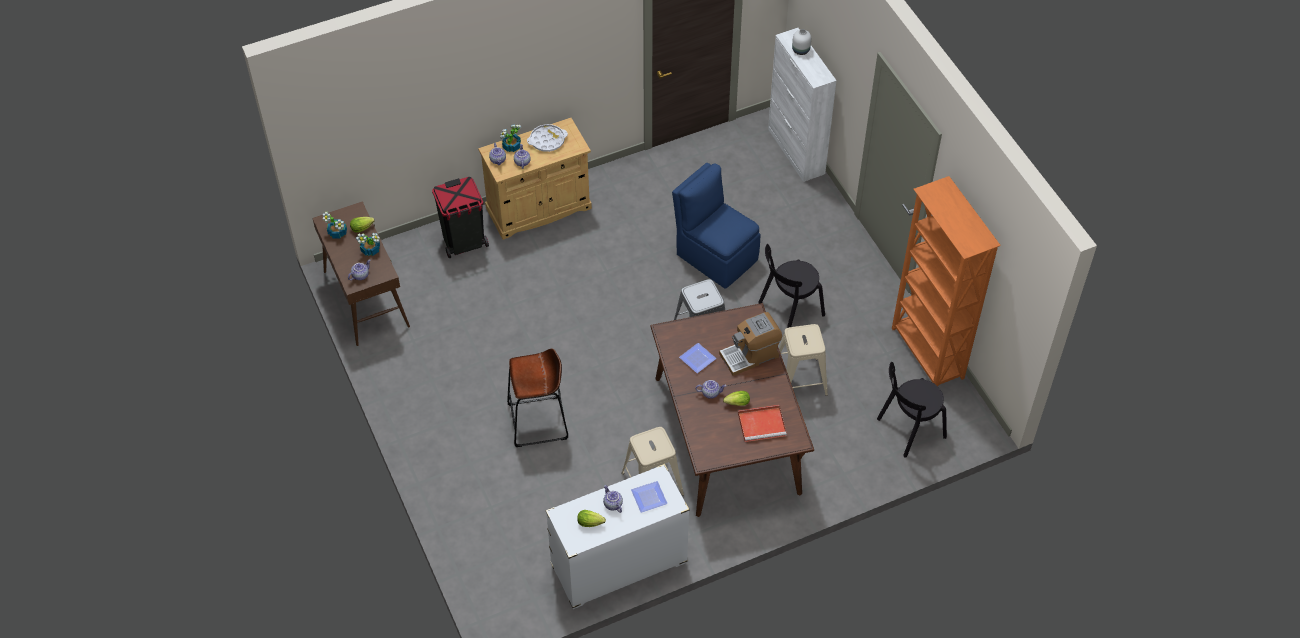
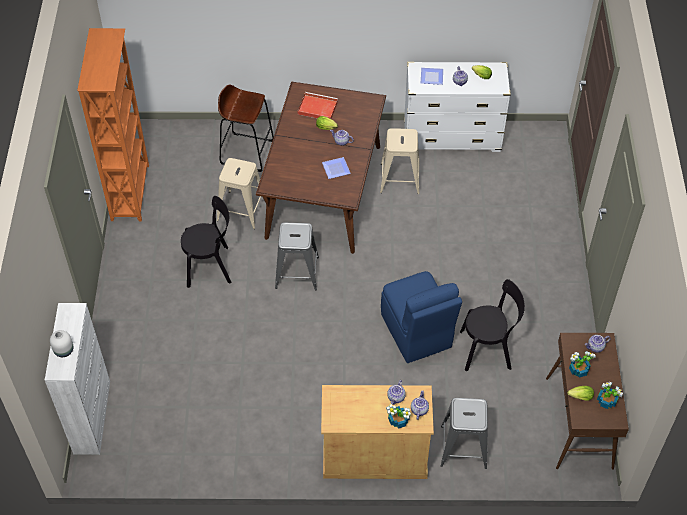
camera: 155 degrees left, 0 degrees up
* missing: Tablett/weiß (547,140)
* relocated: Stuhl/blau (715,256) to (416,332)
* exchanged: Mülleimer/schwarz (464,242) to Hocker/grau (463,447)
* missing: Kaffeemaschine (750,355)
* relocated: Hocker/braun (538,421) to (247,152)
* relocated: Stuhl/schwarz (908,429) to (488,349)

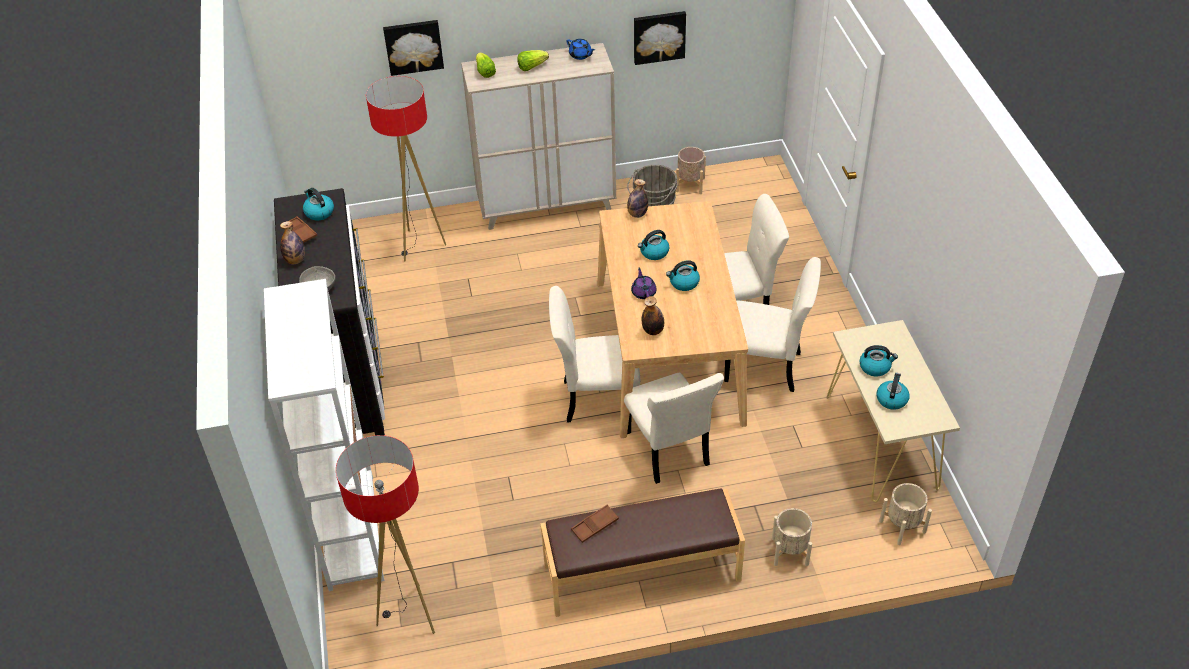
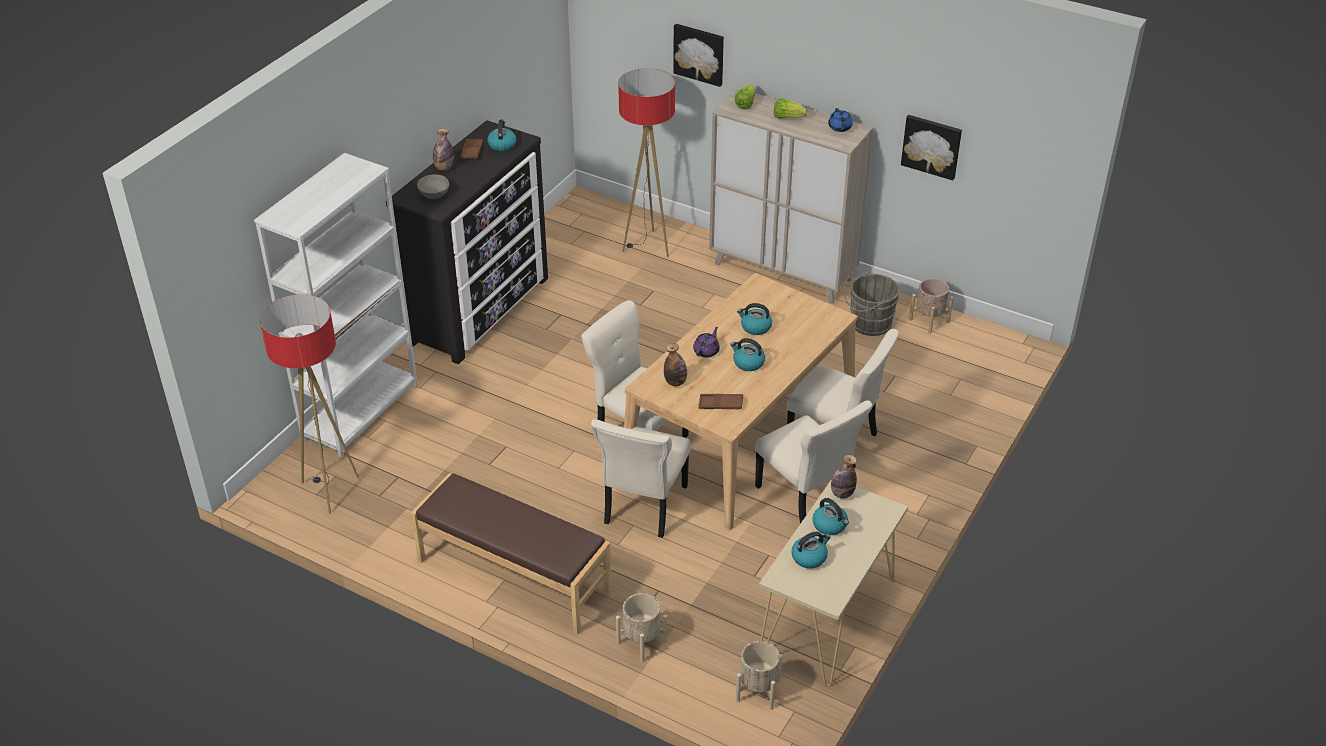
camera: 40 degrees right, 5 degrees down
* relocated: Flasche (637,214) to (842,494)
* relocated: Tablett/braun (595,526) to (720,404)

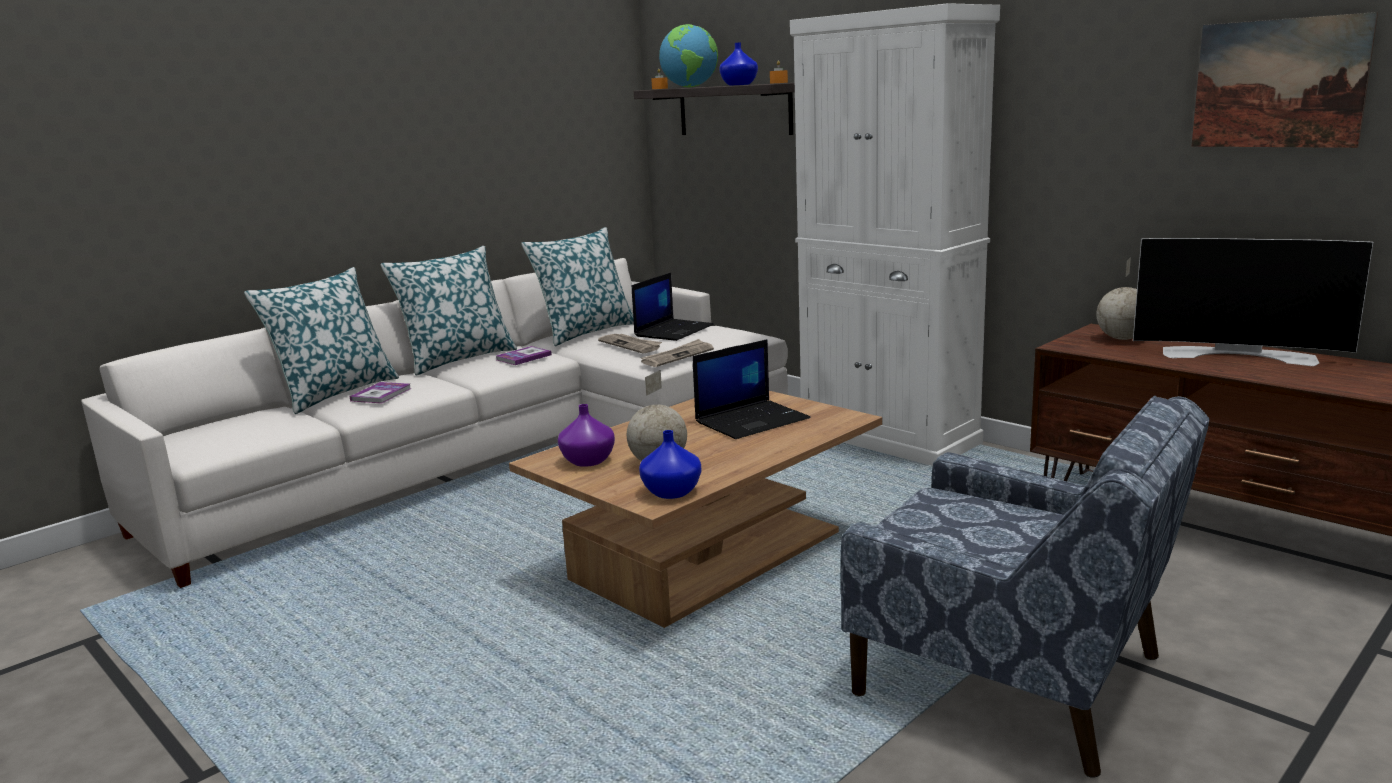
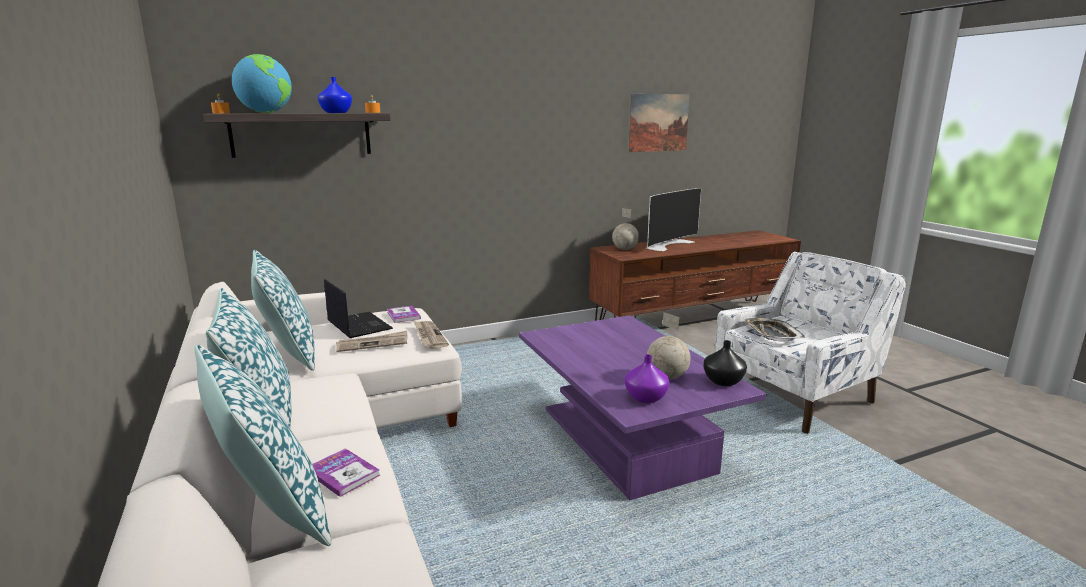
camera: 70 degrees left, 0 degrees up
* missing: Schrank/weiß (888,438)
* missing: Laptop (752,420)
* relocated: Buch (523,357) to (403,315)
* colour: Couchtisch/braun (708,556) to Couchtisch/lila (624,439)
* colour: Sessel/blau (1013,679) to Sessel/weiß (795,396)
* colour: Vase/blau (671,492) to Vase/schwarz (724,381)
* appeared: Tablett (772,334)

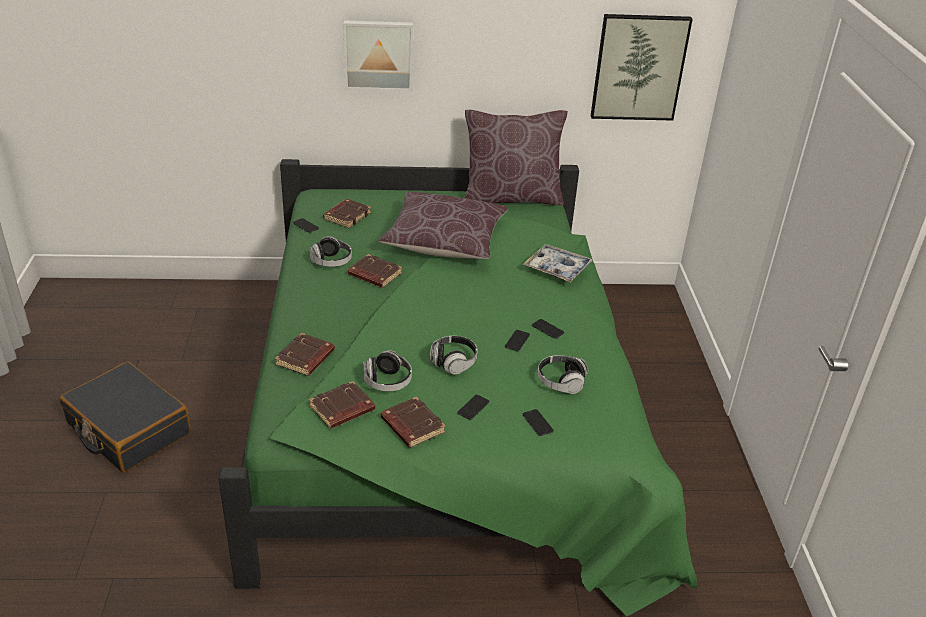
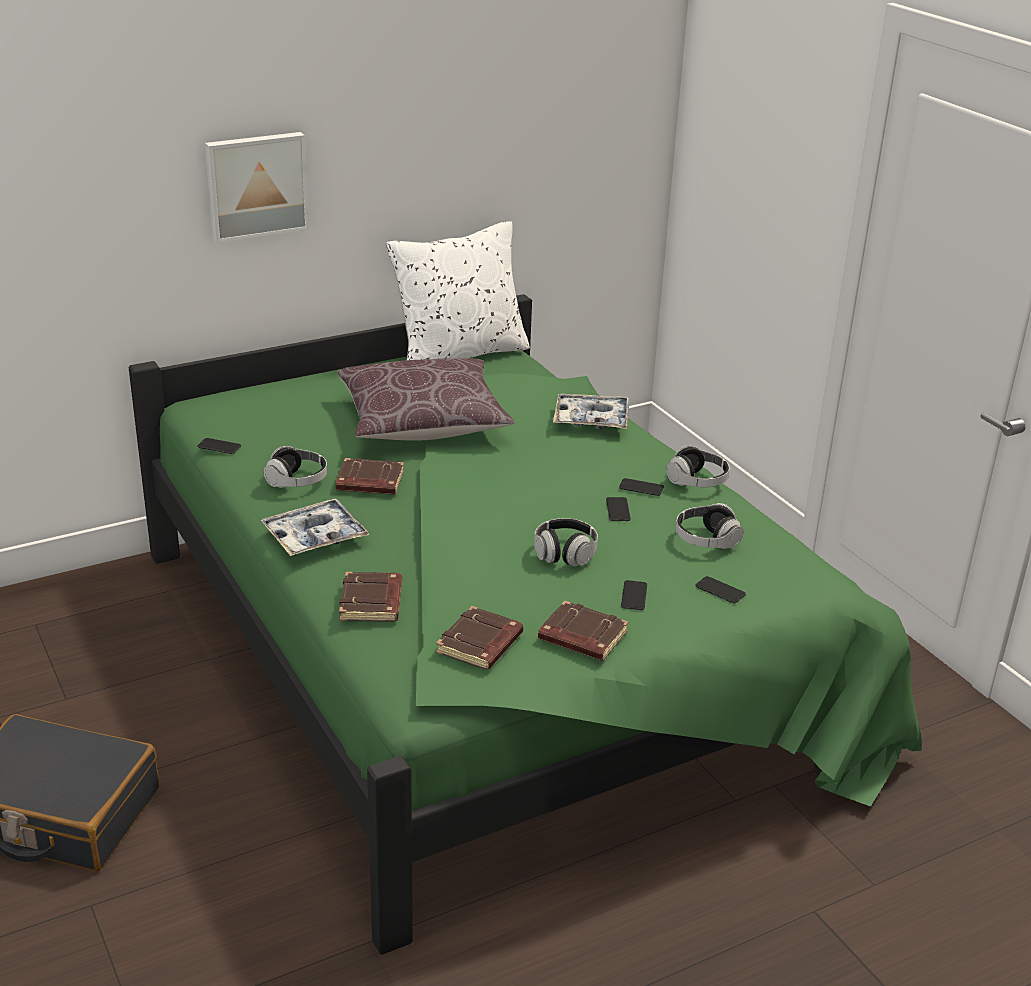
camera: 25 degrees left, 5 degrees down
* missing: Bild (639,67)
* colour: Kissen/braun (511,198) to Kissen/weiß (459,353)
* missing: Buch/braun (347,216)
* relocated: Kopfhörer (387,382) to (697,481)
* appeared: Tablett (315,537)

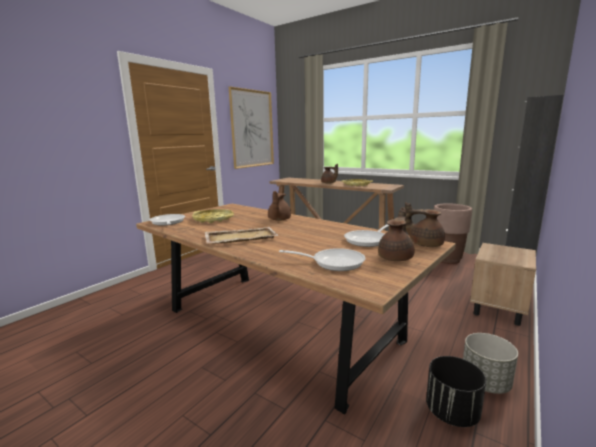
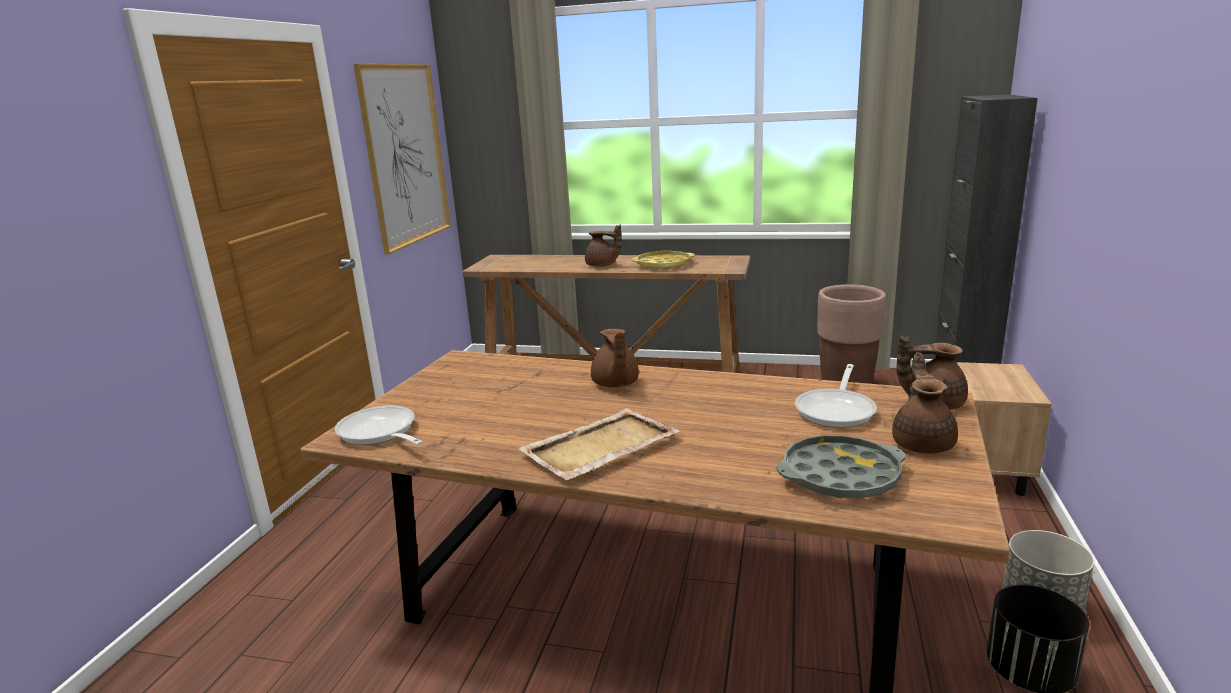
camera: 20 degrees left, 5 degrees up
* missing: Tablett/gelb (213,219)
* exchanged: Pfanne (333,262) to Tablett/grau (840,476)

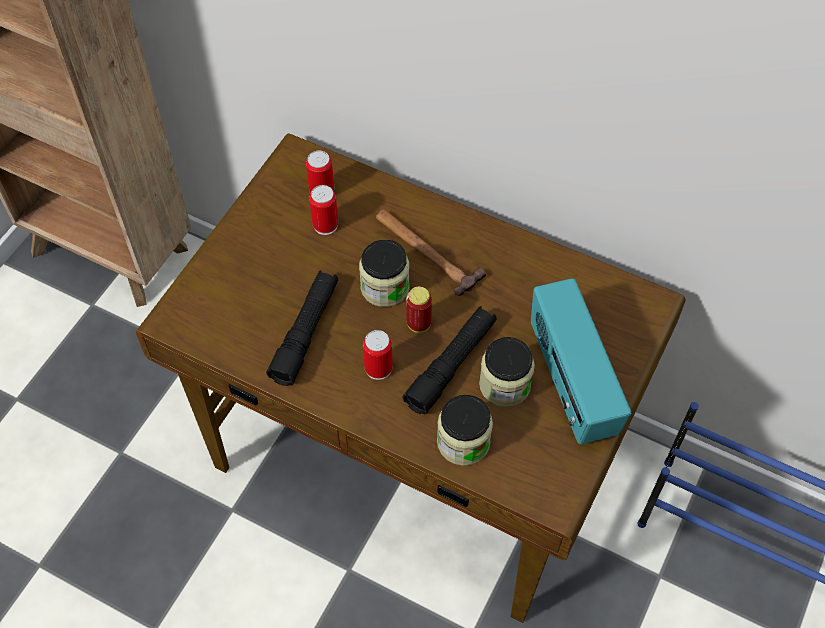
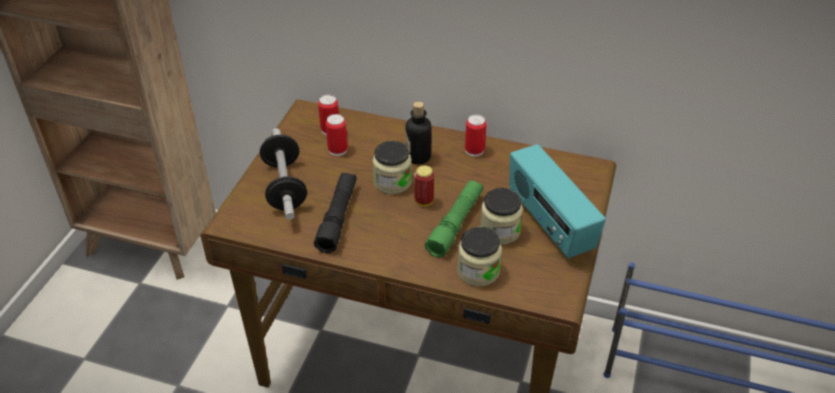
camera: 10 degrees left, 15 degrees down
* exchanged: Hammer (426,252) to Flasche (418,157)
* colour: Taschenlampe/schwarz (451,365) to Taschenlampe/grün (455,224)
* relocated: Dose (378,368) to (474,150)
* appeared: Hantel (284,186)

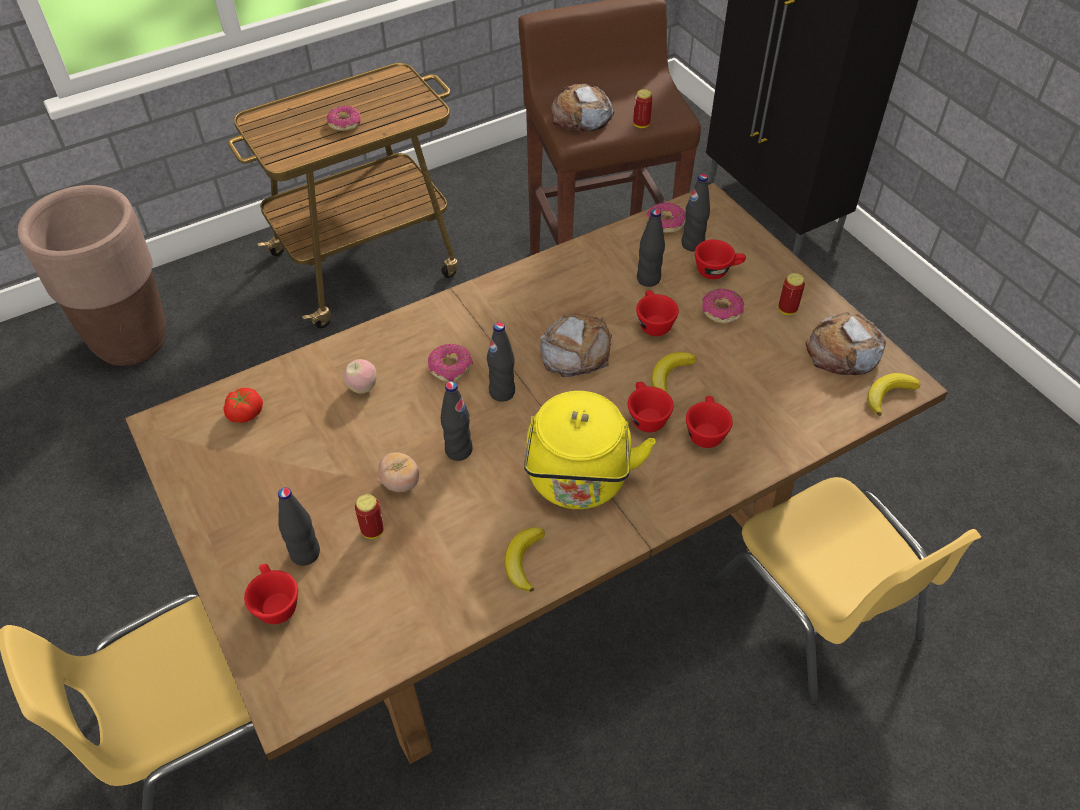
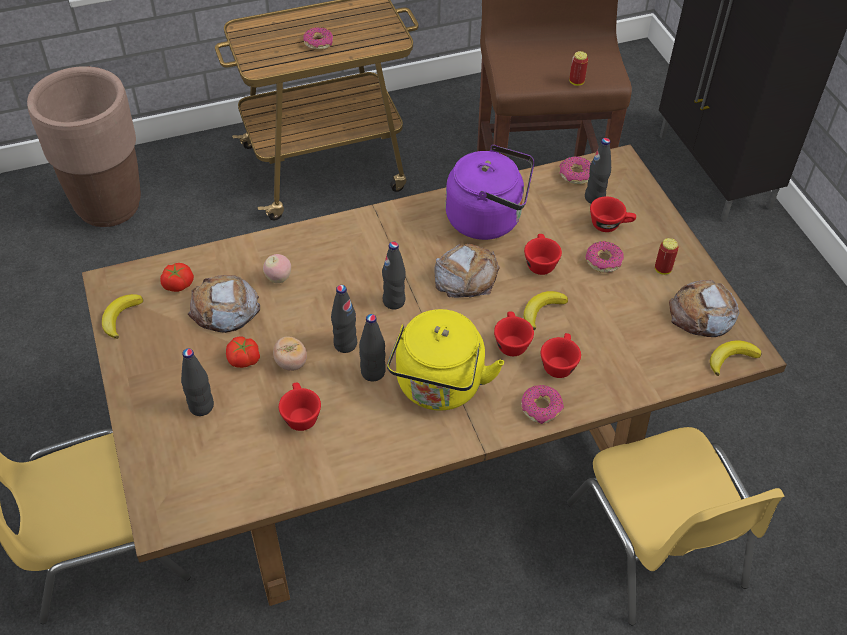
camera: 10 degrees right, 0 degrees up
* relocated: Brot (581,116) to (224,308)
* relocated: Flasche/schwarz (648,279) to (373,372)
* relocated: Donut (450,367) to (541,408)
* missing: Dose (373,530)
* relocated: Banane (523,561) to (120,317)
* relocated: Tasse/rot (275,603) to (300,415)
* appeared: Wasserkessel/lila (488,219)
* appeared: Tomate (244,359)

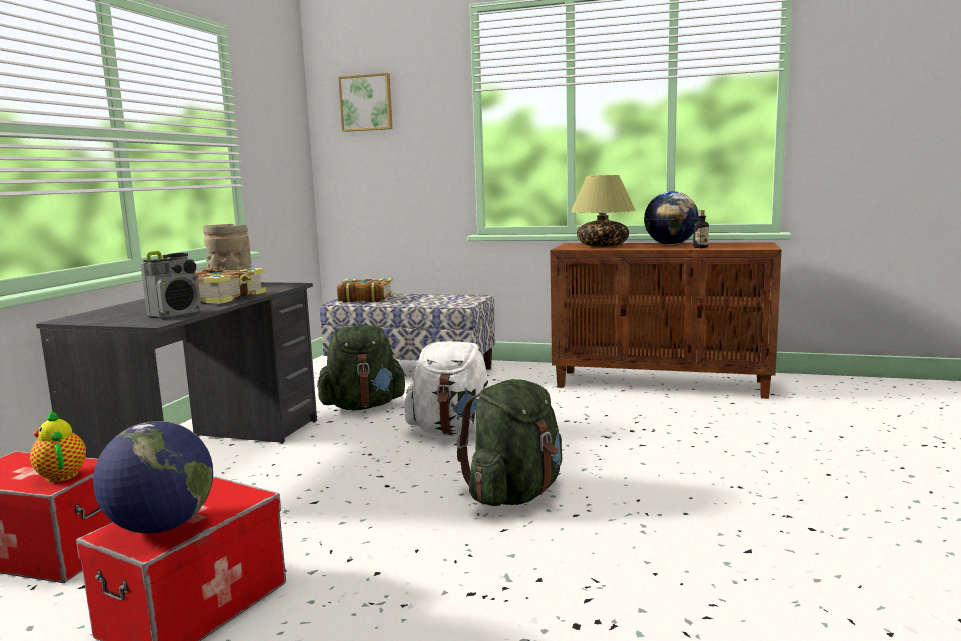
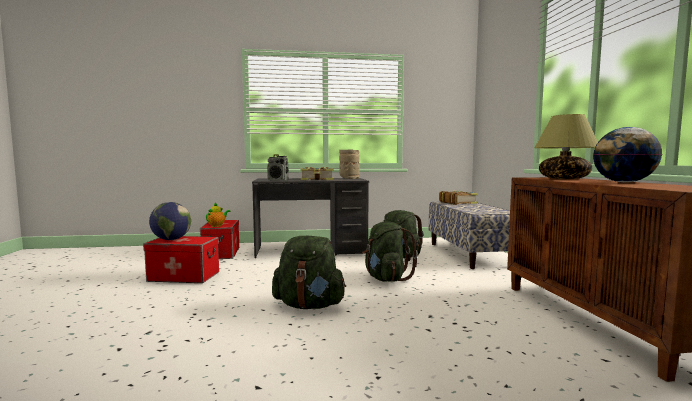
camera: 65 degrees right, 5 degrees down
* missing: Bild (366,103)
* missing: Flasche (700,247)
* colour: Rucksack/weiß (454,432) to Rucksack/grün (386,278)

